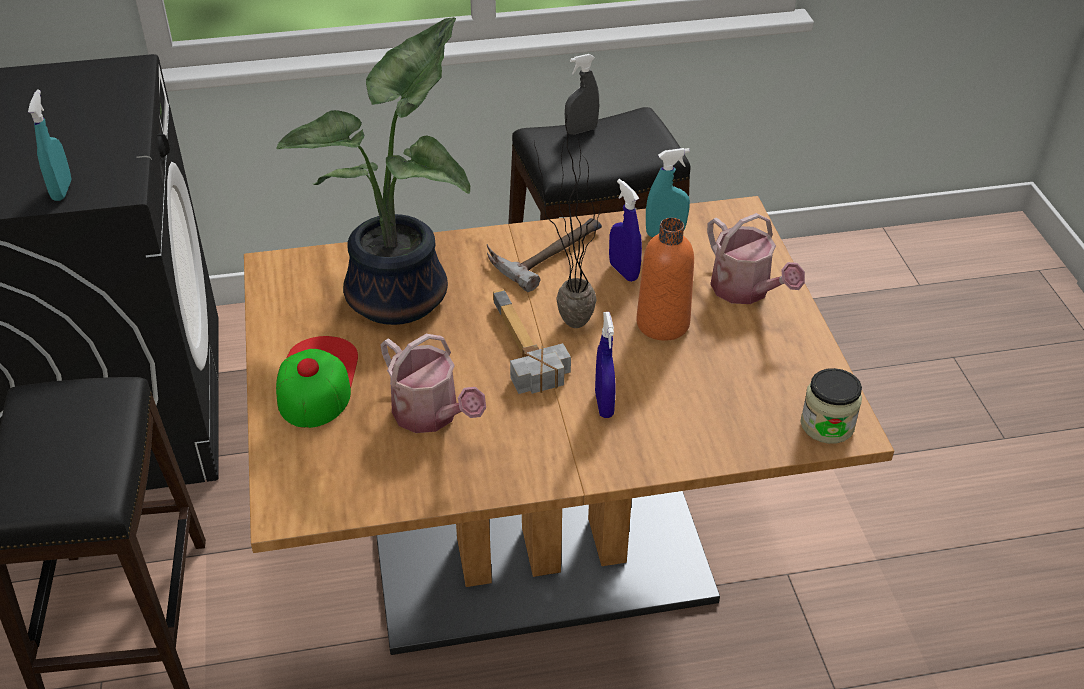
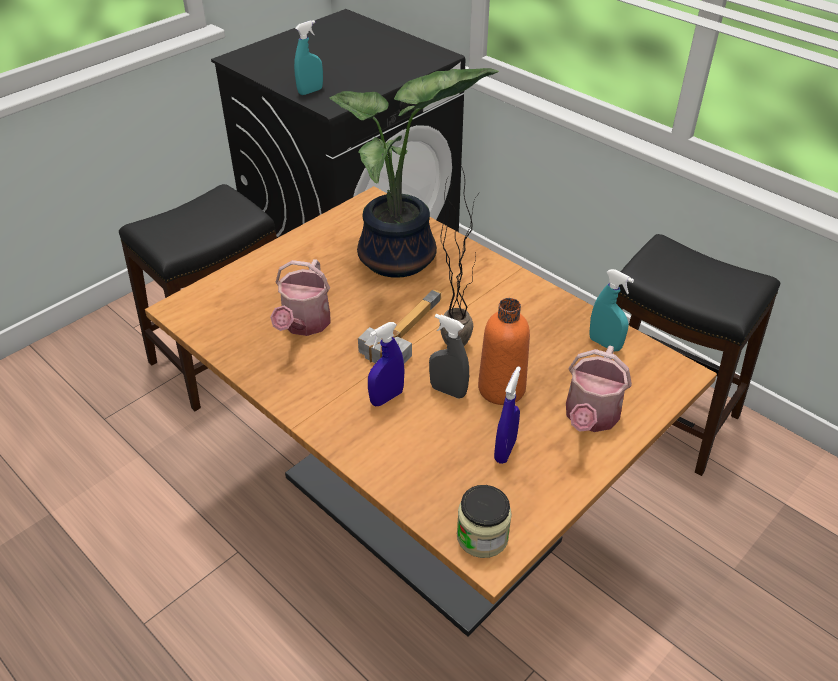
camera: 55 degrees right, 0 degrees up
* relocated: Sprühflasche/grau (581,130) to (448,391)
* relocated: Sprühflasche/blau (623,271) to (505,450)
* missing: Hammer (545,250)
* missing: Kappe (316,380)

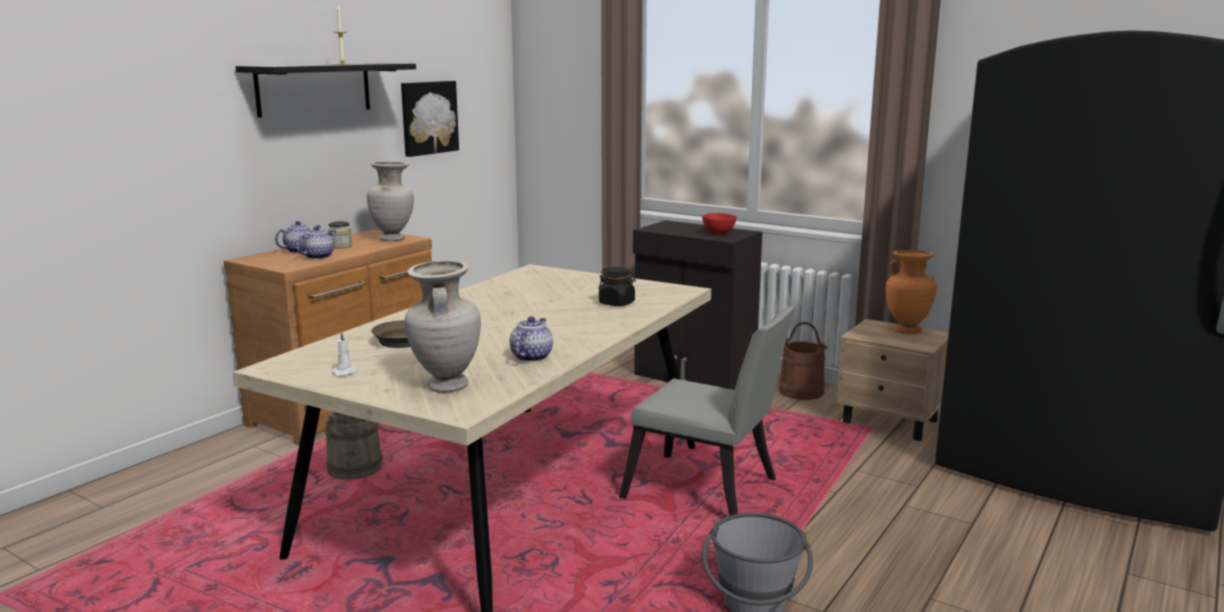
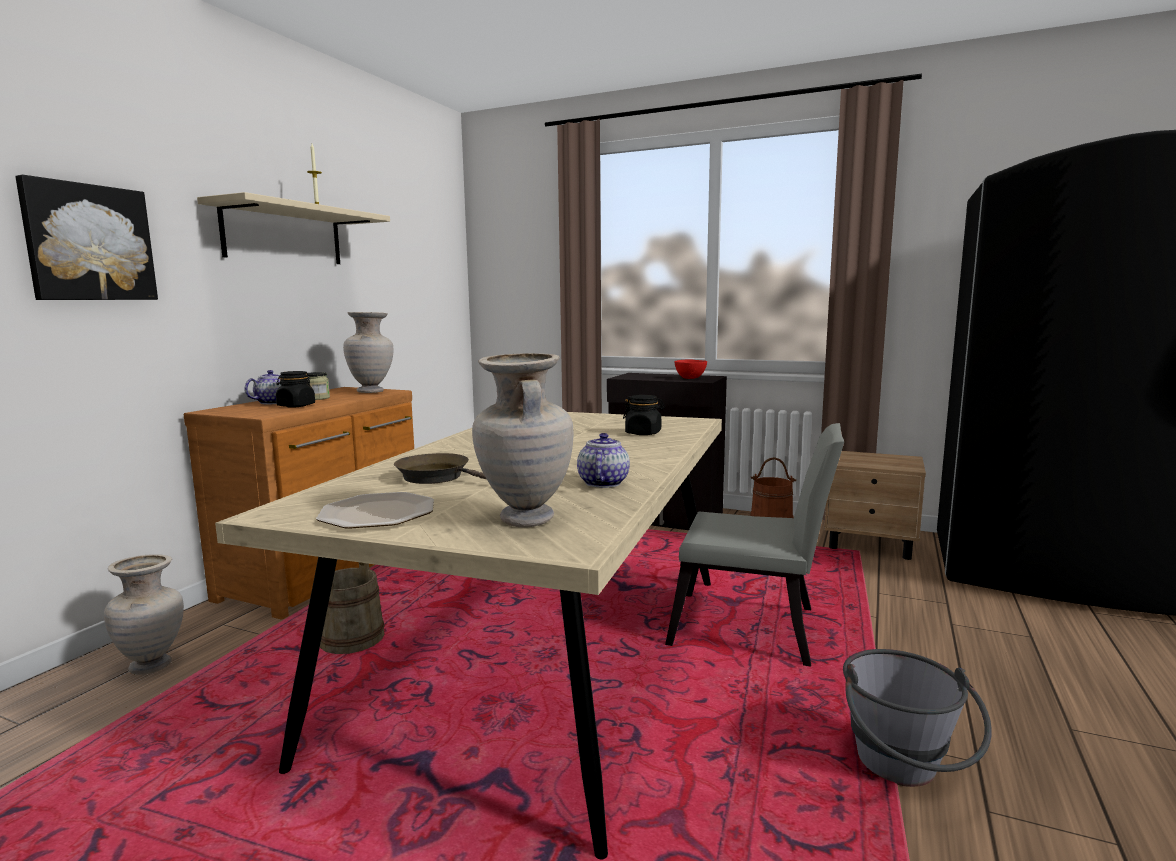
camera: 10 degrees left, 5 degrees down
* colour: Wandregal/schwarz (314,88) to Wandregal/beige (284,235)
* relocated: Bild (428,117) to (88,243)
* exchanged: Teekanne (318,256) to Vorratsglas/schwarz (296,406)
* missing: Vase/orange (907,331)
* exchanged: Kerze/weiß (346,372) to Teller (379,513)
* appeared: Vase/beige (153,666)

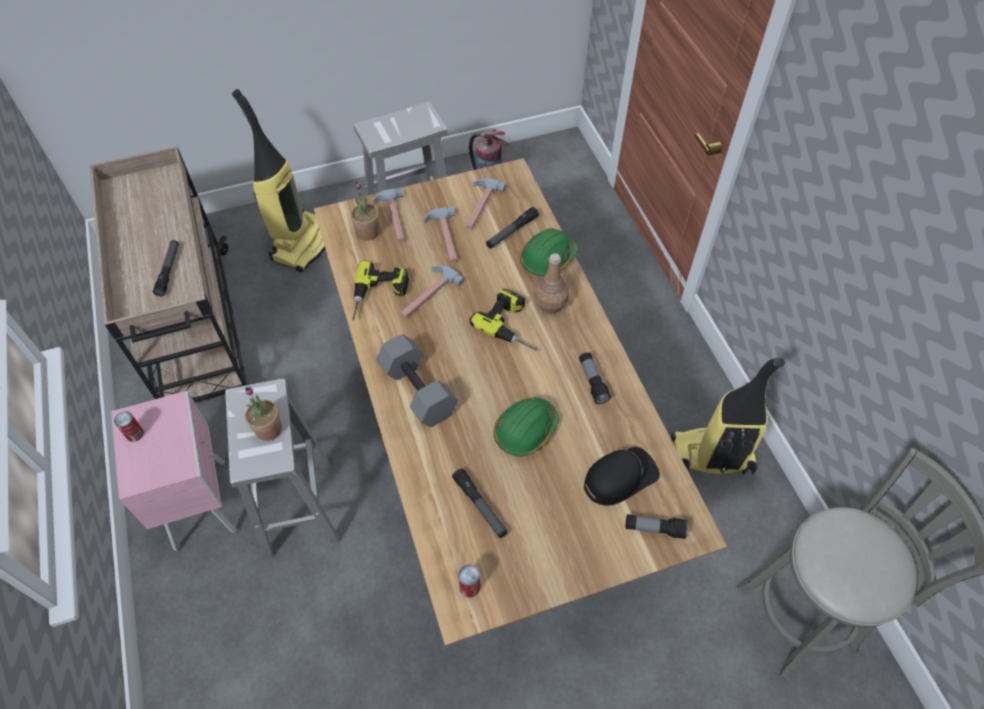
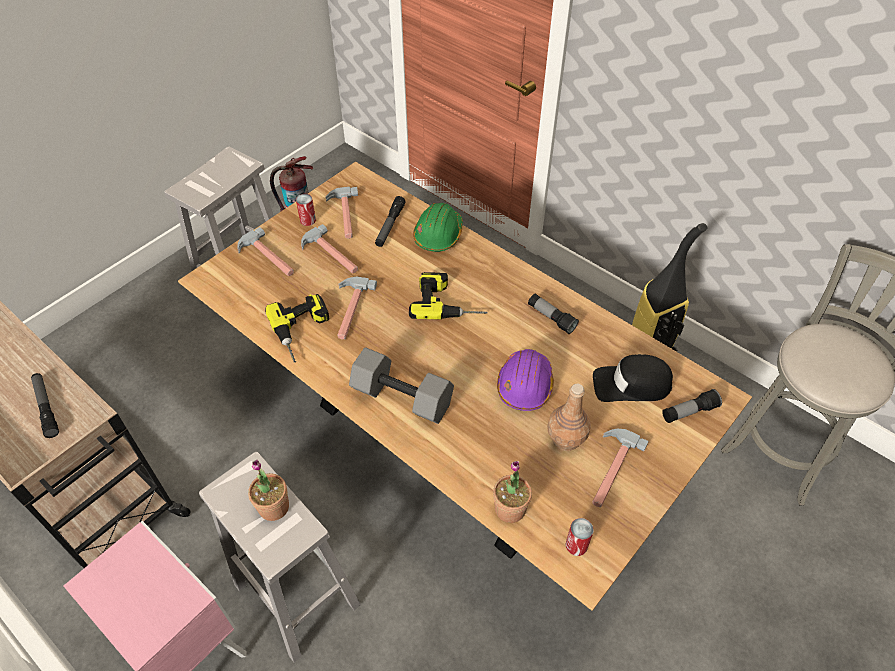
camera: 30 degrees left, 5 degrees down
* missing: Staubsauger (302,244)
* relocated: Topfpflanze (367,232) to (510,509)
* relocated: Flasche/braun (550,305) to (566,439)
* colour: Schutzhelm/grün (525,430) to Schutzhelm/lila (525,385)
* relocated: Dose (134,434) to (308,220)
* spun: Kappe/schwarz (620,477) = (631,384) 120 degrees counterclockwise
* missing: Taschenlampe (480,506)
* appeared: Hammer (610,469)

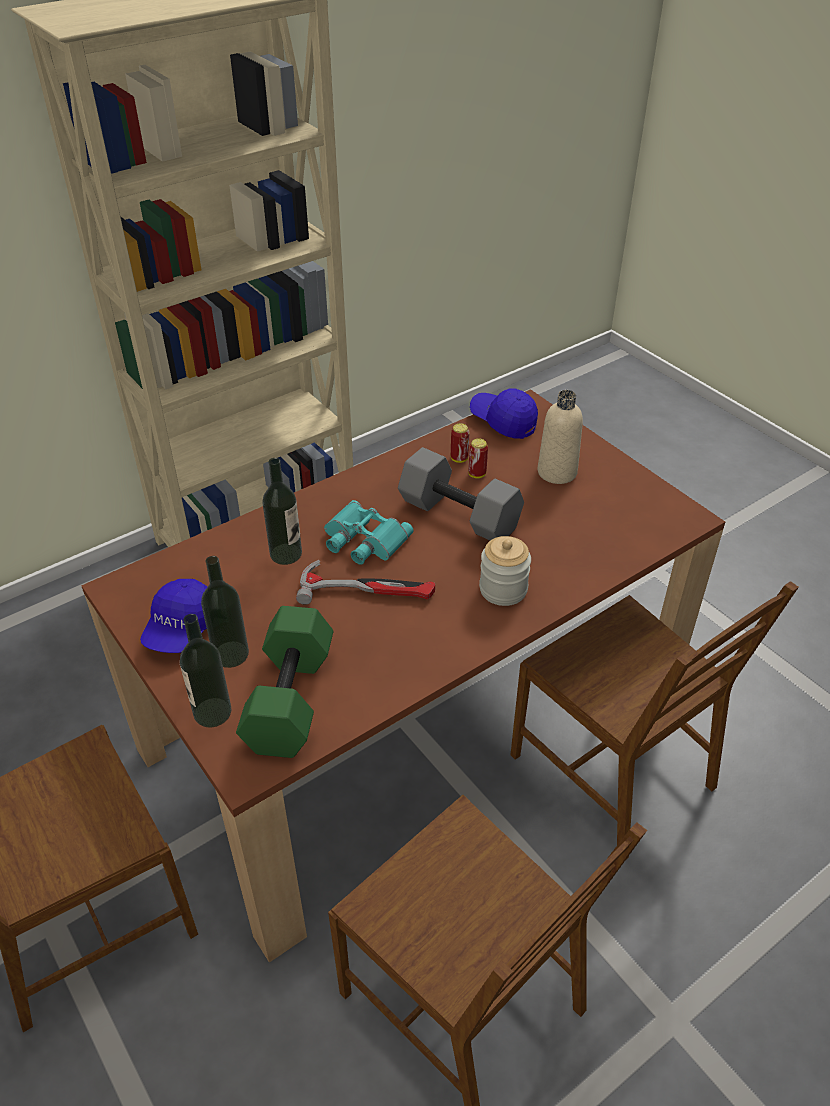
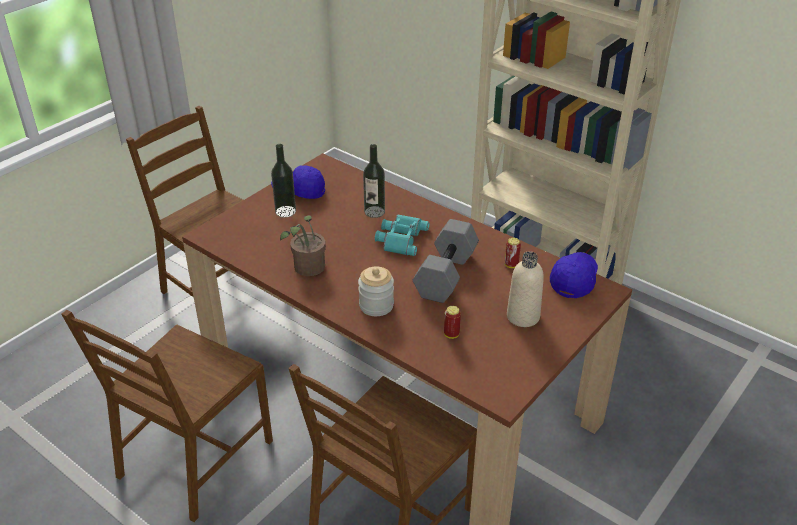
camera: 75 degrees right, 5 degrees down
* relocated: Dose (477,474) to (451,334)
* missing: Hammer (367,589)
* missing: Hantel/grün (291,700)
* missing: Flasche (212,712)
* appeared: Topfpflanze (307,269)

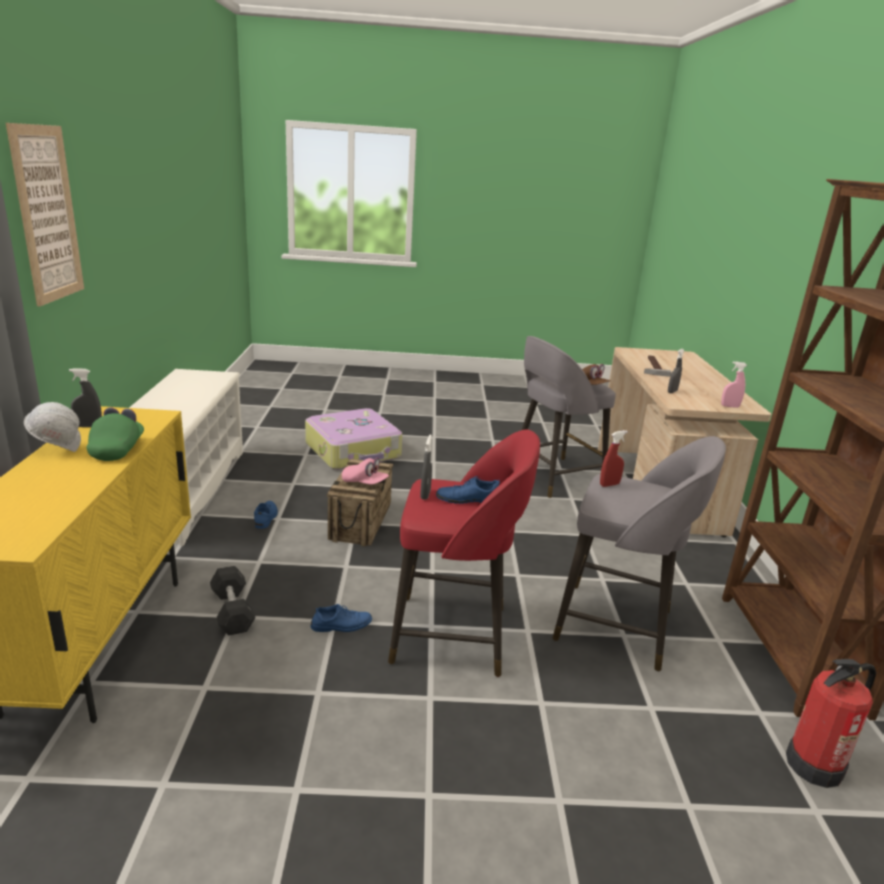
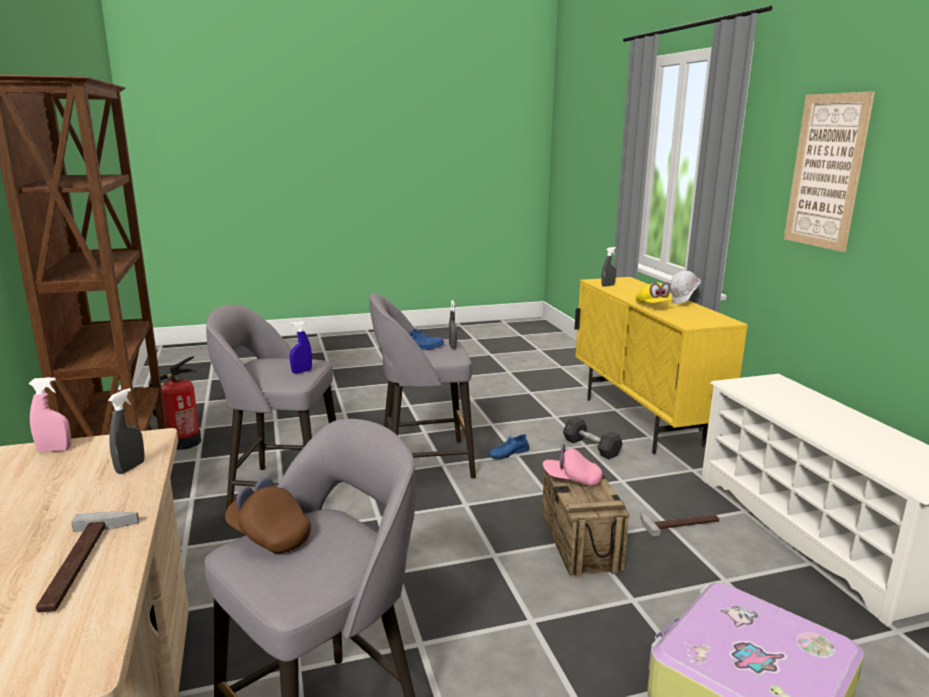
camera: 165 degrees right, 5 degrees down
* relocated: Sprühflasche/grau (88,426) to (608,285)
* colour: Kappe/grün (117,449) to Kappe/gelb (653,306)
* colour: Hocker/rot (454,635) to Hocker/grau (422,462)
* colour: Sprühflasche/rot (609,484) to Sprühflasche/blau (301,371)
* exchanged: Schuh/blau (266,517) to Hammer (680,522)

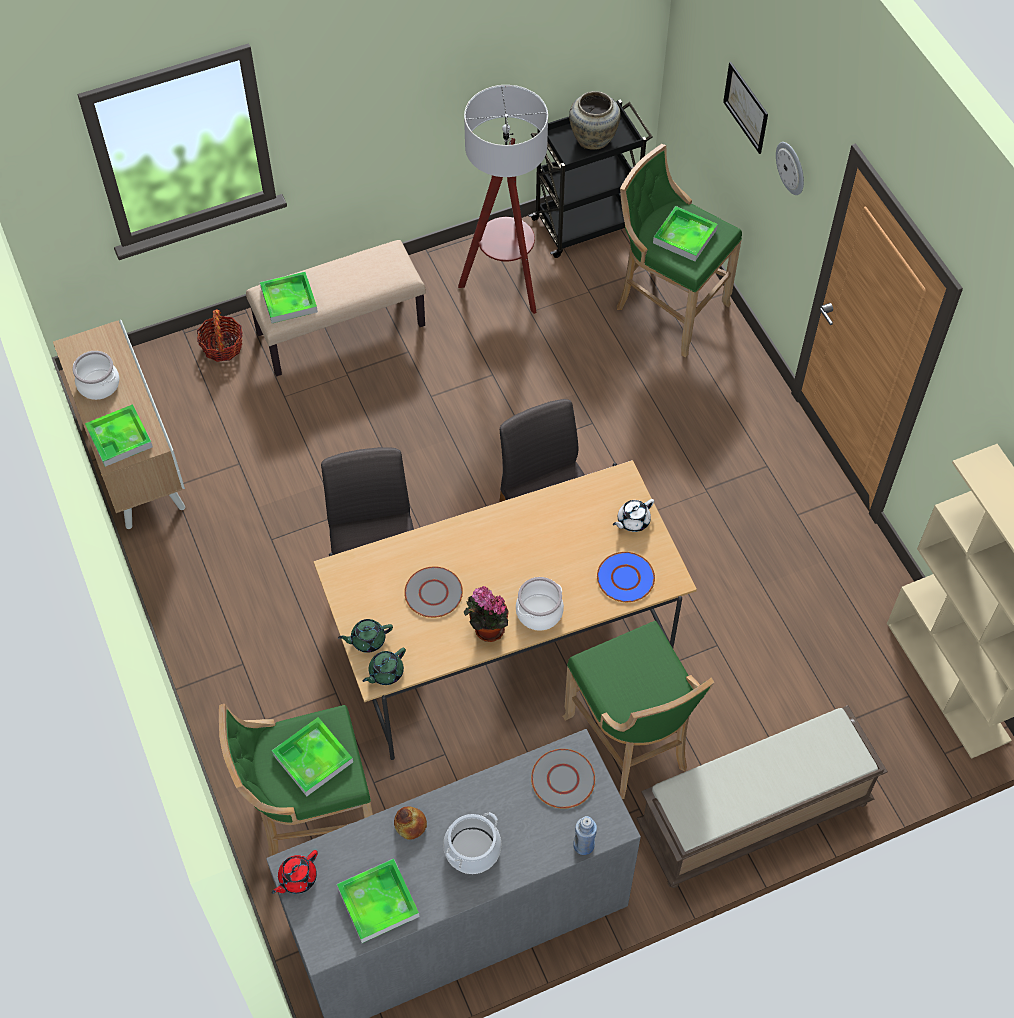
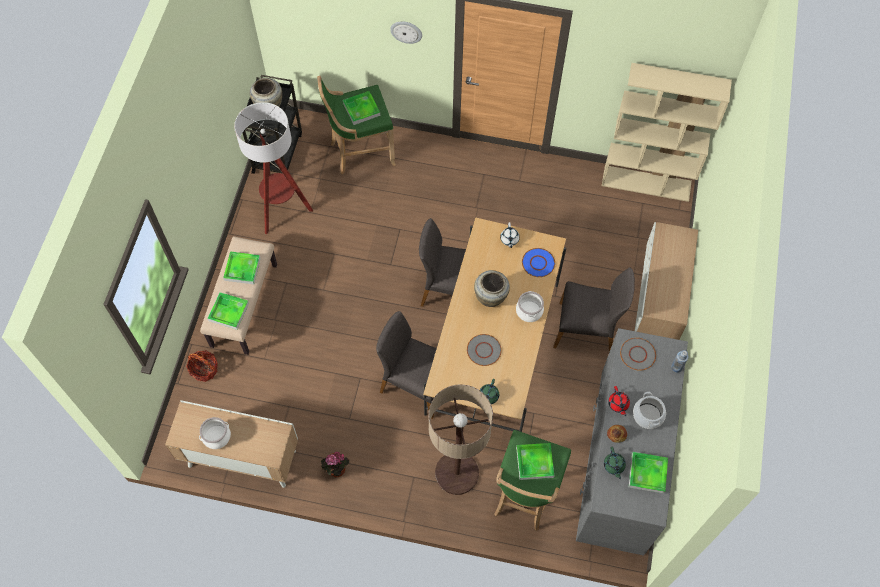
camera: 55 degrees left, 5 degrees up
* missing: Bild (746,107)
* relocated: Tablett (119,438) to (242,269)
* relocated: Topfpflanze (486,630) to (336,470)
* exchanged: Hocker/grün (631,744) to Stuhl/grau (586,329)
* relocated: Teekanne/grün (385,672) to (614,466)
* exchanged: Bank/braun (753,817) to Schrank (657,304)
* relocated: Teekanne/rot (297,878) to (618,404)
* appeared: Vase/beige (491,297)
* appeared: Stehlampe (456,473)

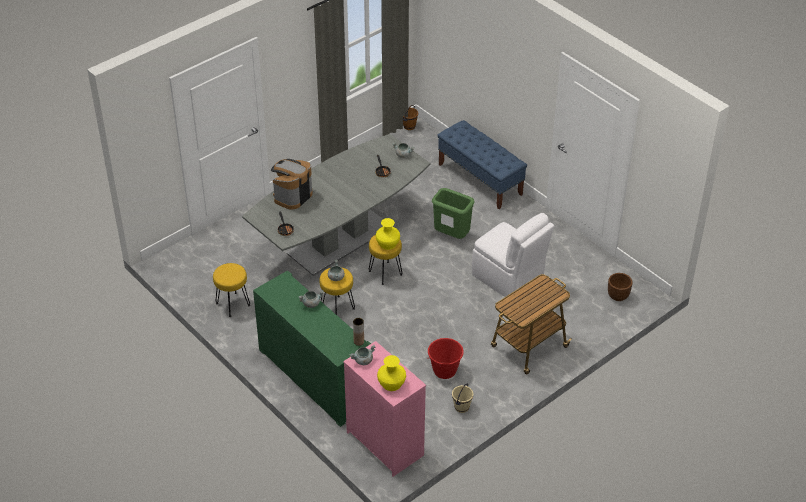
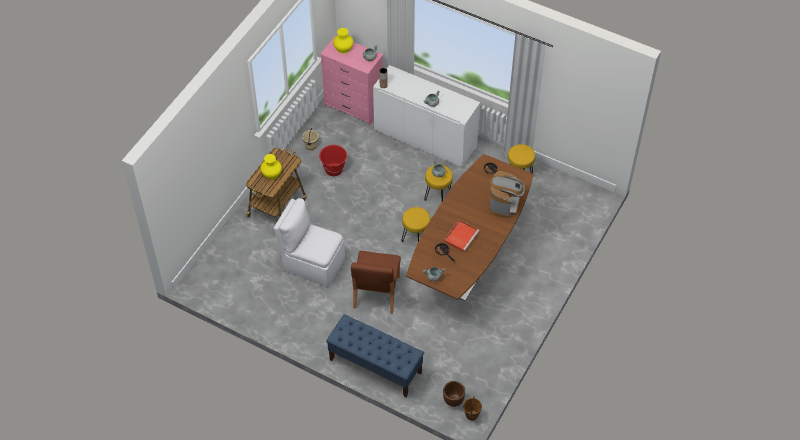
camera: 160 degrees right, 10 degrees up
* colour: Esstisch/grau (340,240) to Esstisch/braun (468,259)
* exchanged: Mülleimer/grün (452,236) to Stuhl/braun (376,292)
* relocated: Vase/gelb (387,243) to (271,173)
* colour: Schrank/grün (315,377) to Schrank/weiß (425,138)
* relocated: Pflanzkübel/braun (617,296) to (453,400)
* appeared: Tablett/rot (461,236)

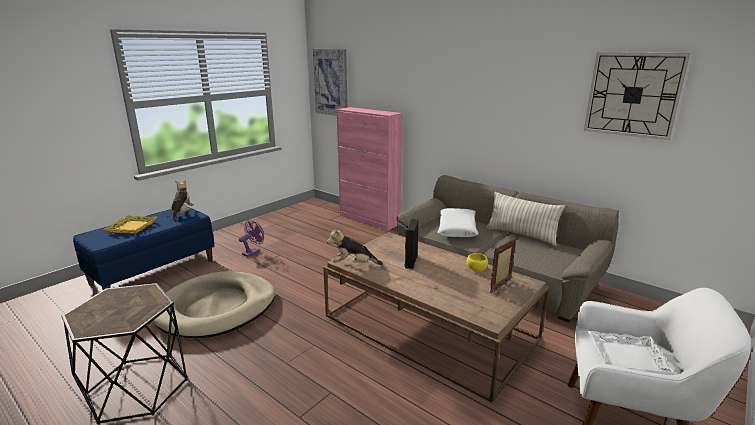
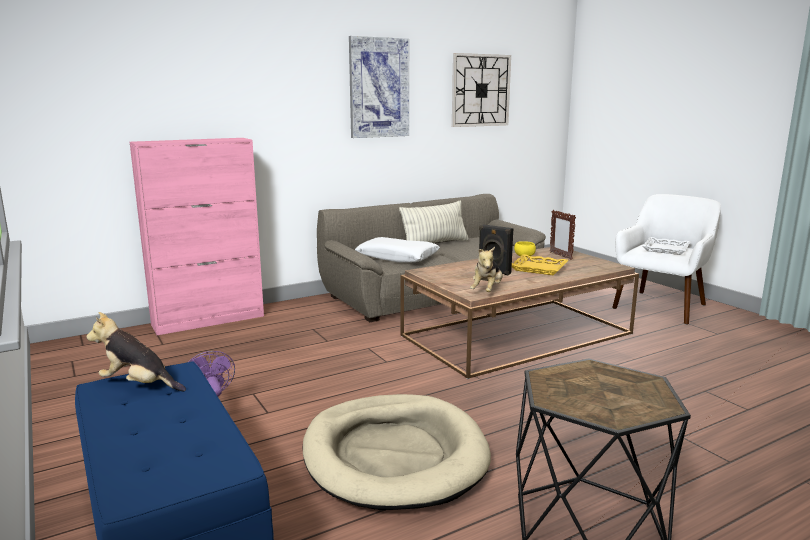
camera: 70 degrees left, 5 degrees down
* relocated: Bild (331,82) to (379,88)
* relocated: Tablett/gelb (132,227) to (539,268)

